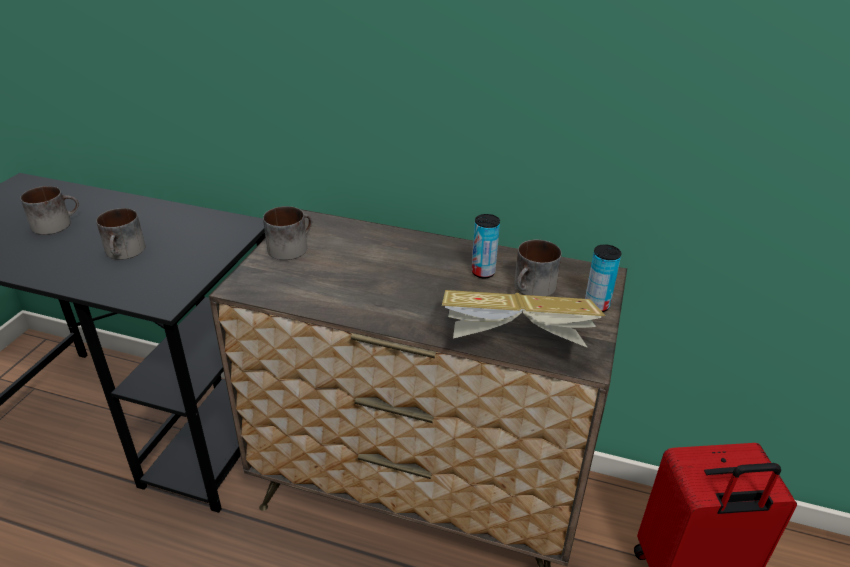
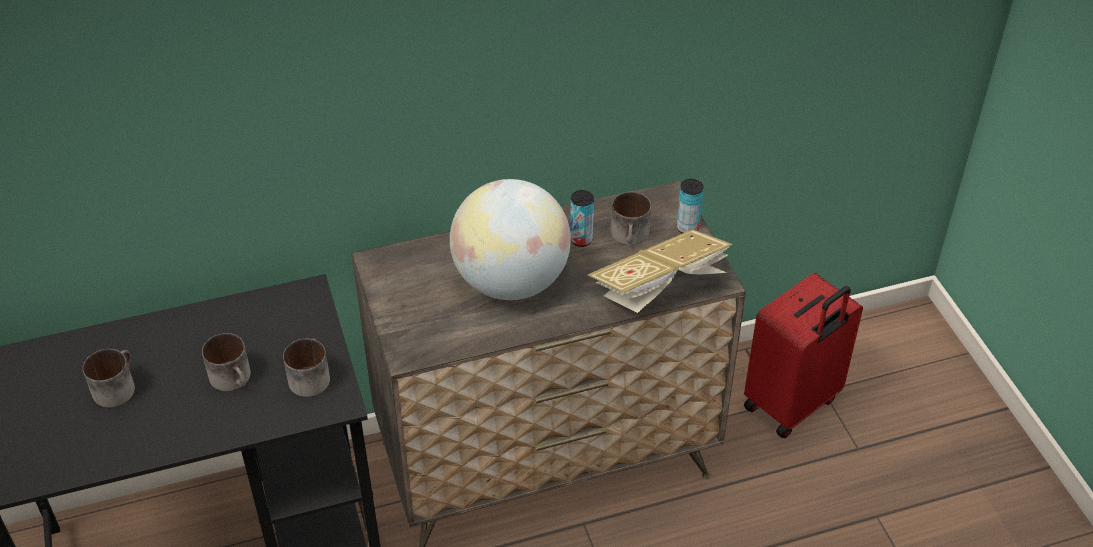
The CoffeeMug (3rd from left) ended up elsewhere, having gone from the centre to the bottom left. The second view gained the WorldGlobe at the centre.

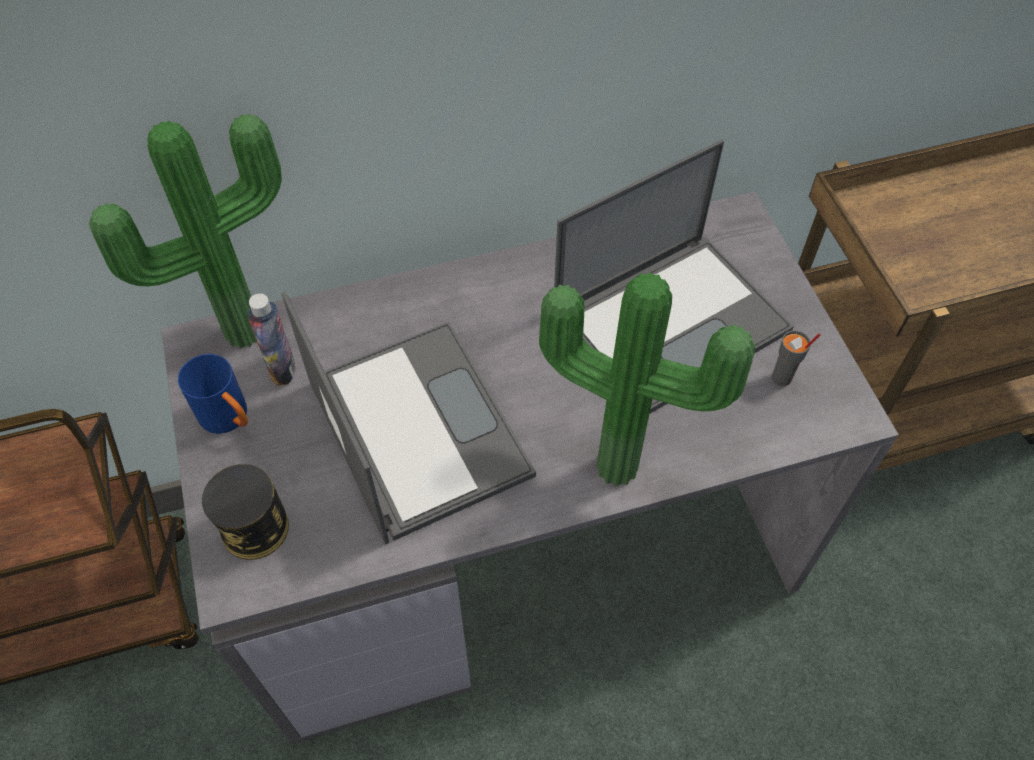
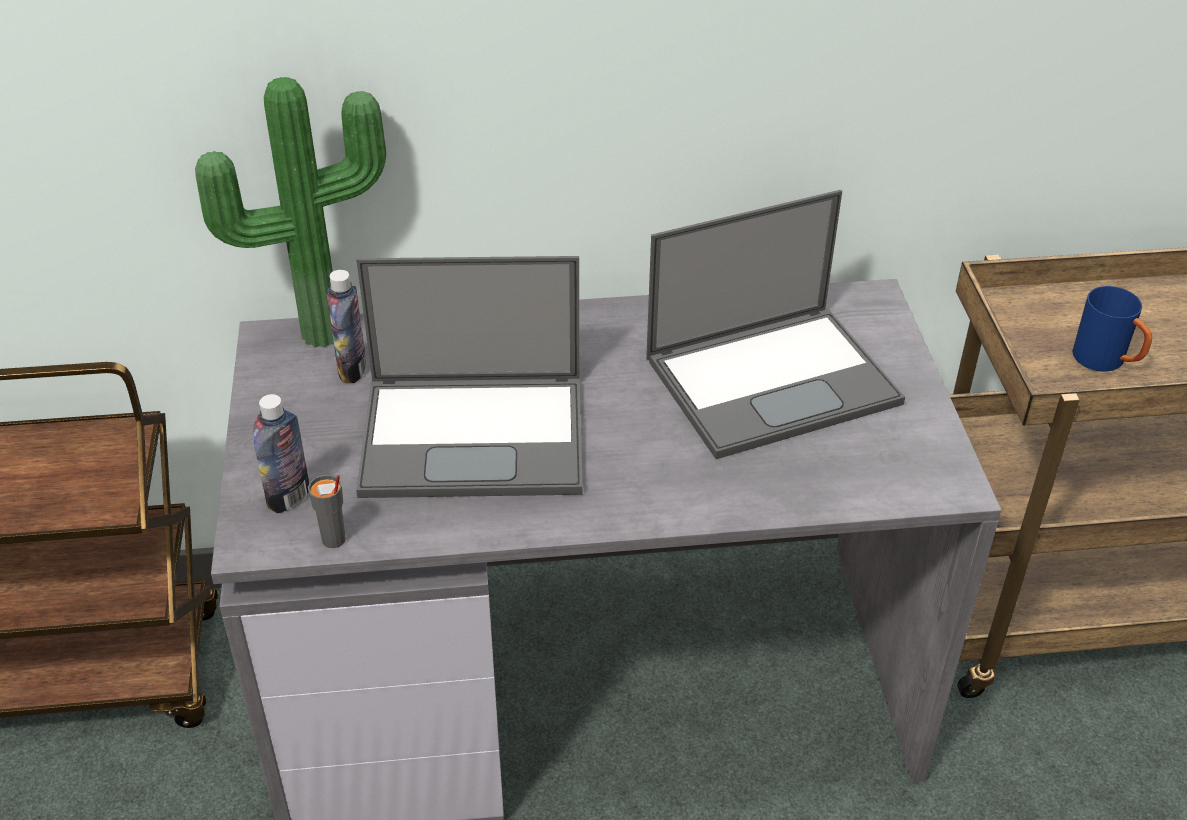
The second view lost the Houseplant (2nd from left) at the centre. The NotebookComputer (1st from left) at the centre ended up facing another way, 105 degrees clockwise from before. The GreyishDrinkingCup ended up elsewhere, having gone from the middle right to the middle left. The BluishCoffeeMug ended up elsewhere, having gone from the middle left to the middle right. Where the Can stood at the bottom left, the DrinkBottle (1st from left) came to stand at the middle left.

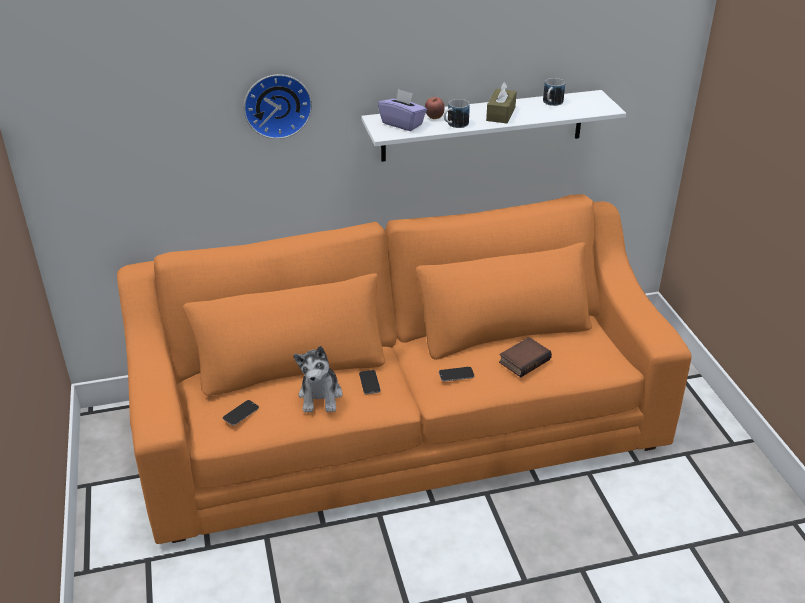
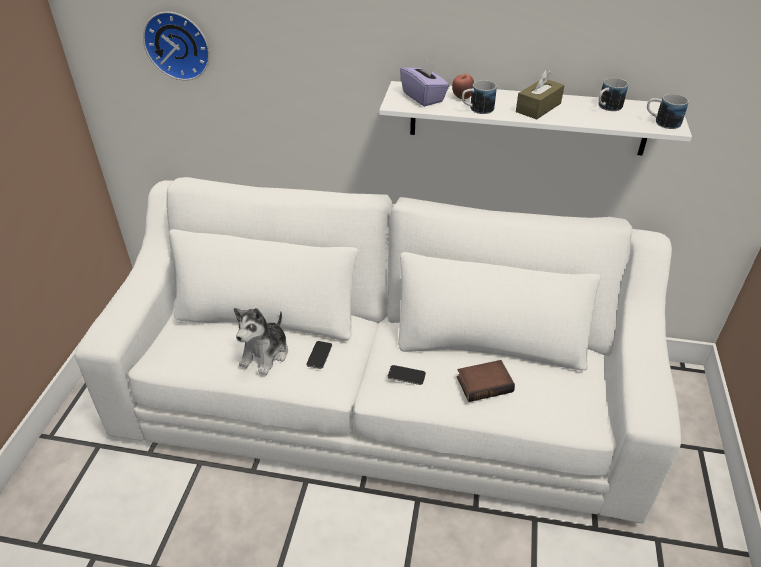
The ClockOnTheWall ended up elsewhere, having gone from the top centre to the top left. What was the OrangeColouredSofa at the centre turned into the WhiteColouredSofa at the centre. The second view lost the Telephone (1st from left) at the bottom left. The second view gained the CoffeeMug (3rd from left) at the top right.

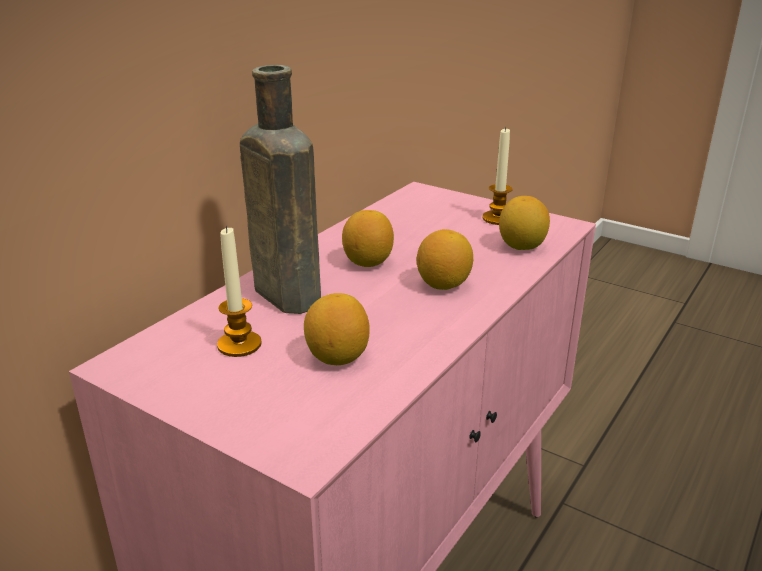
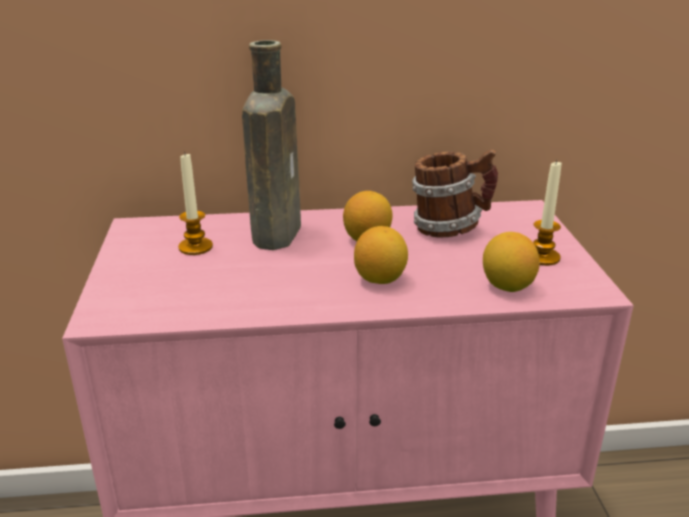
The second view lost the Lemon (1st from left) at the centre. The second view gained the CoffeeMug at the centre.

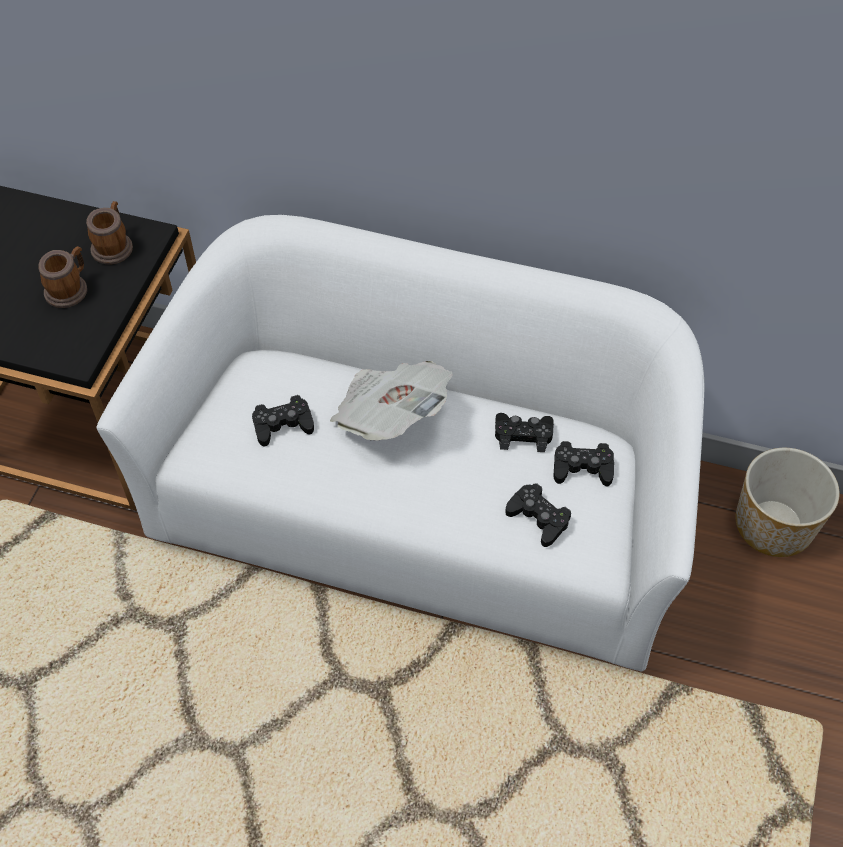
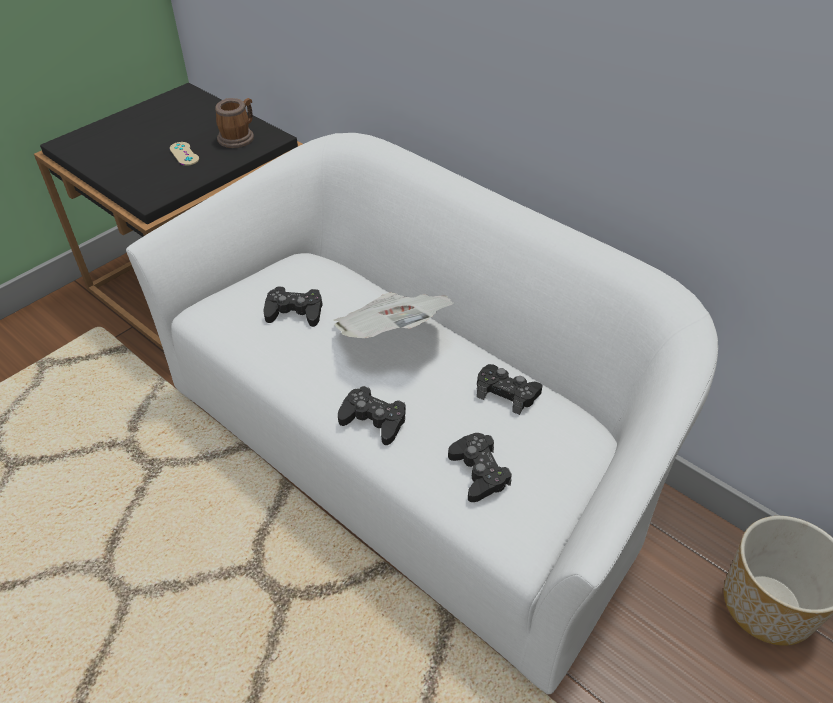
Where the CoffeeMug (1st from left) stood at the top left, the BeigeGamepad came to stand at the top left. The BlackishGamepad (4th from left in the first image) ended up elsewhere, having gone from the middle right to the centre.

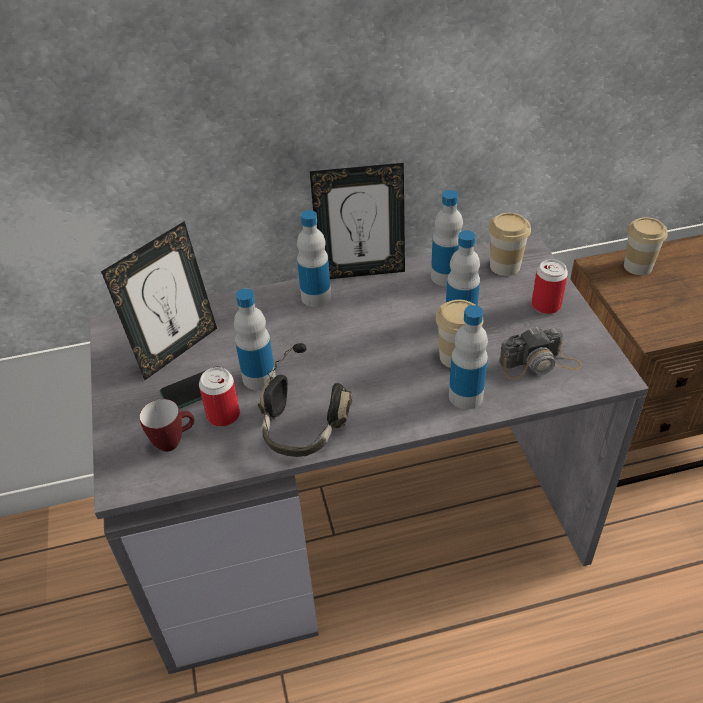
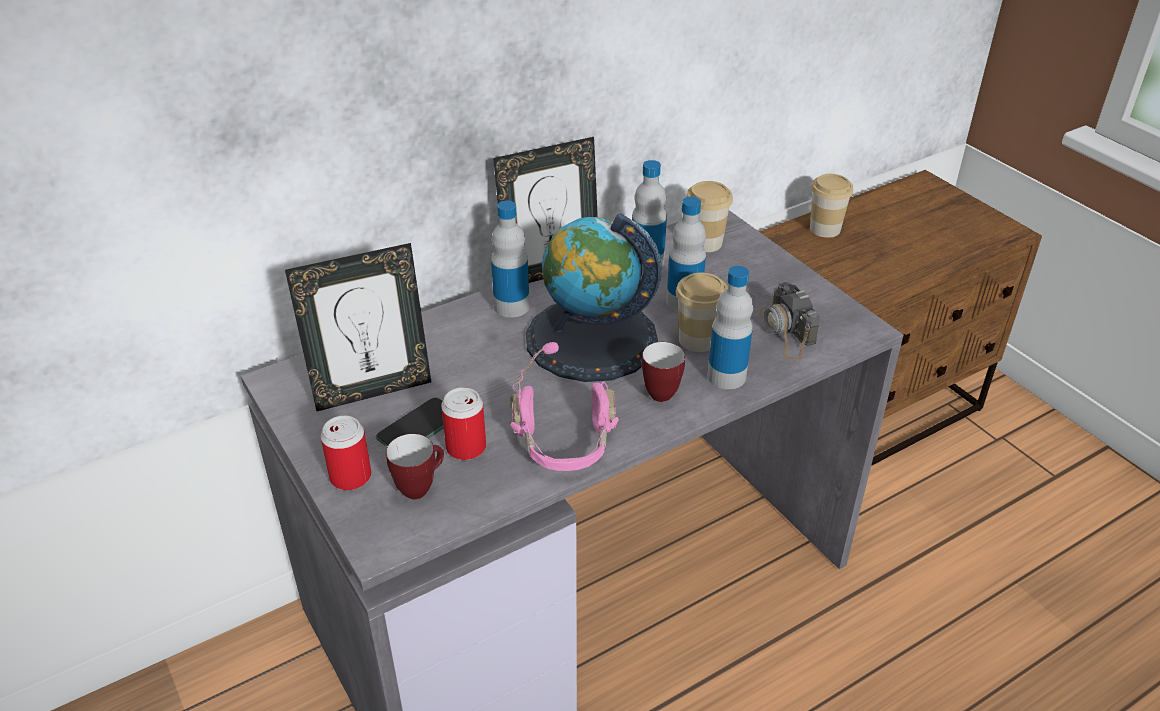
The PhotoFrame (1st from left) at the middle left ended up facing another way, 45 degrees clockwise from before. The Can (2nd from left in the first image) ended up elsewhere, having gone from the middle right to the middle left. The second view lost the DrinkBottle (1st from left) at the centre. The PhotoCamera at the middle right ended up facing another way, 105 degrees clockwise from before. What was the BlackishHeadset at the centre turned into the PinkishHeadset at the centre. The second view gained the WorldGlobe at the centre. The second view gained the CoffeeMug (2nd from left) at the centre.

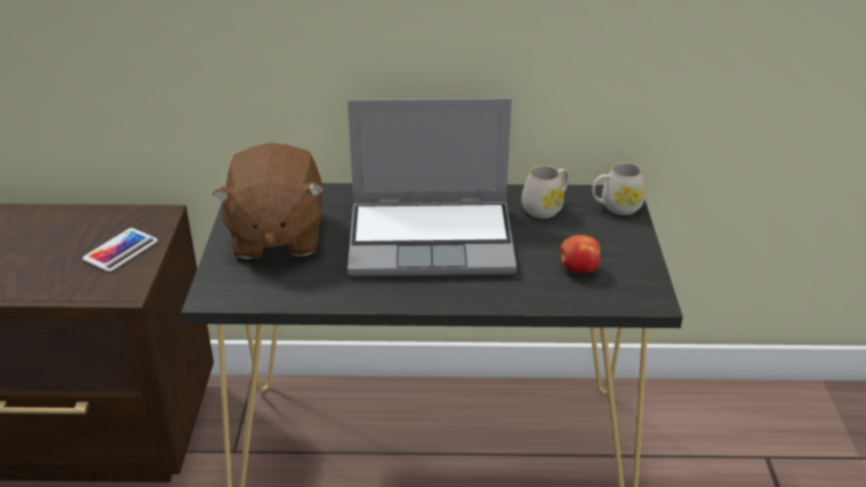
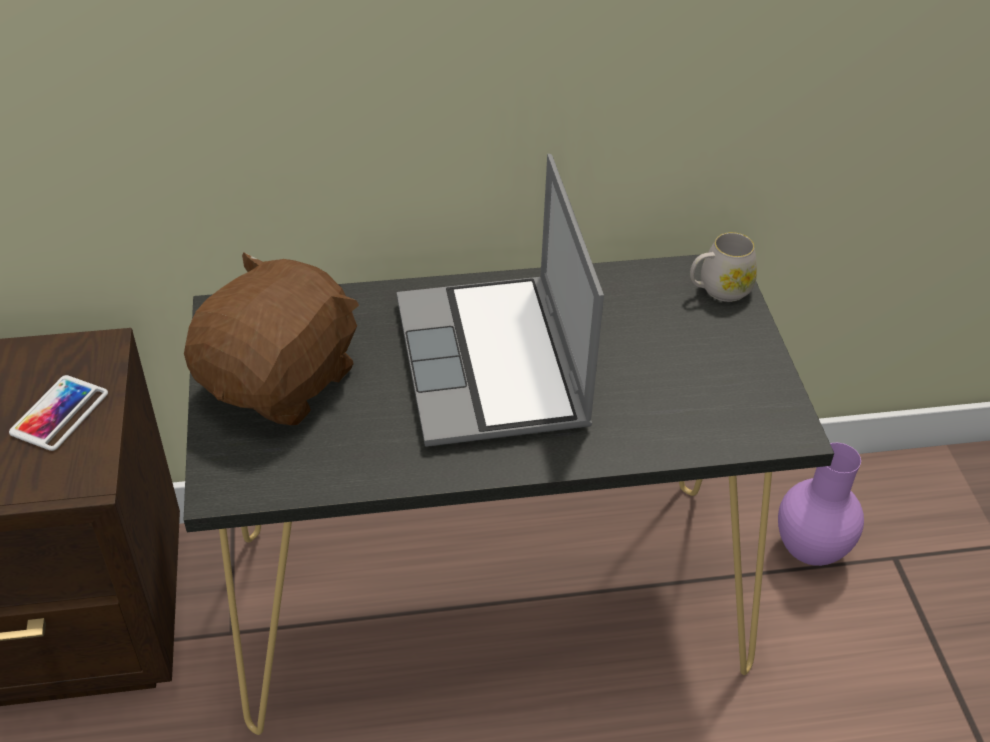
The NotebookComputer at the centre ended up facing another way, 90 degrees clockwise from before. The BrownColouredCuddlyToy at the middle left ended up facing another way, 135 degrees counterclockwise from before. The second view lost the WhiteColouredCoffeeMug (1st from left) at the centre. The second view lost the Apple at the middle right. The second view gained the PurplishVase at the bottom right.

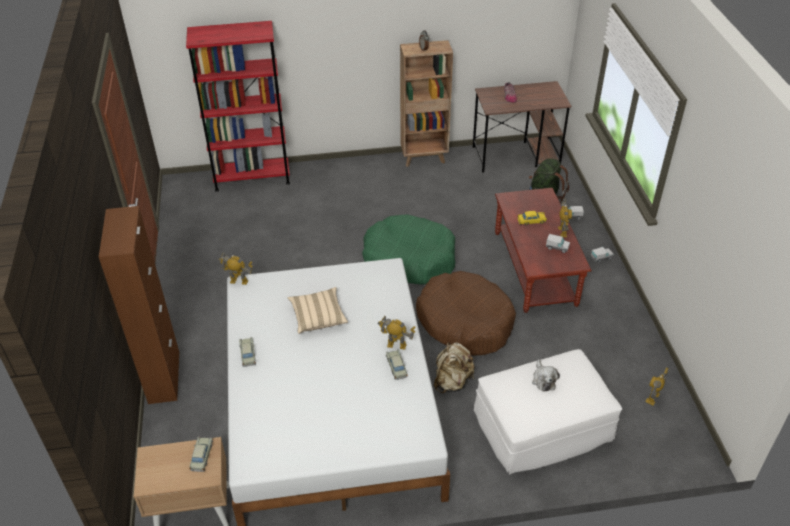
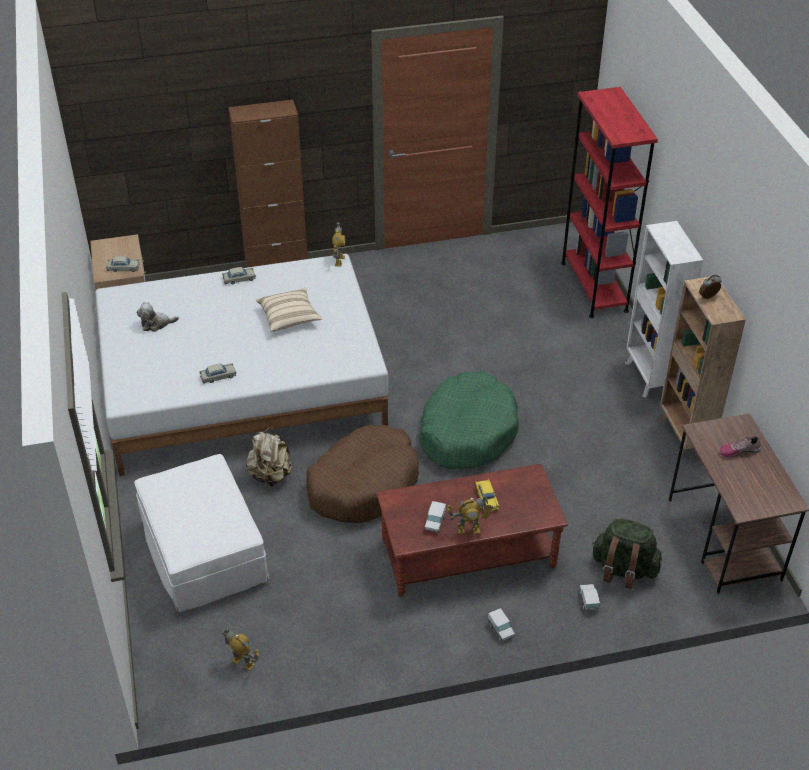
The second view lost the ToyRobot (2nd from left) at the centre. The CuddlyToy ended up elsewhere, having gone from the bottom right to the middle left. The second view gained the WhiteColouredShelvingUnit at the middle right.

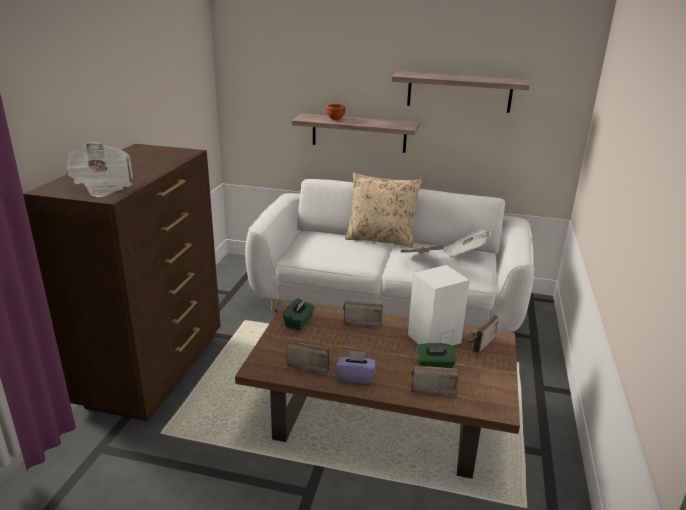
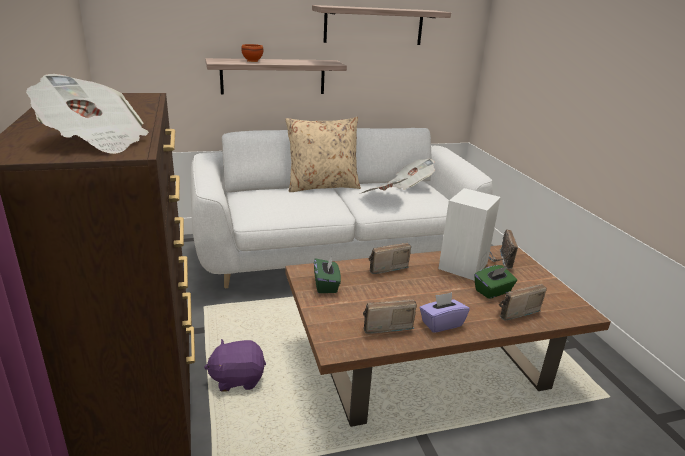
The second view gained the PurplishCuddlyToy at the bottom centre.

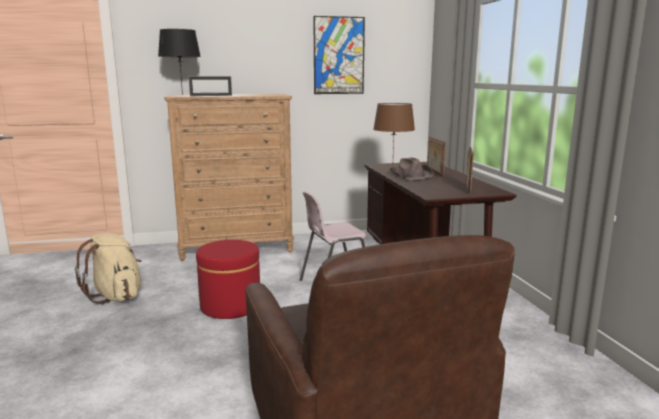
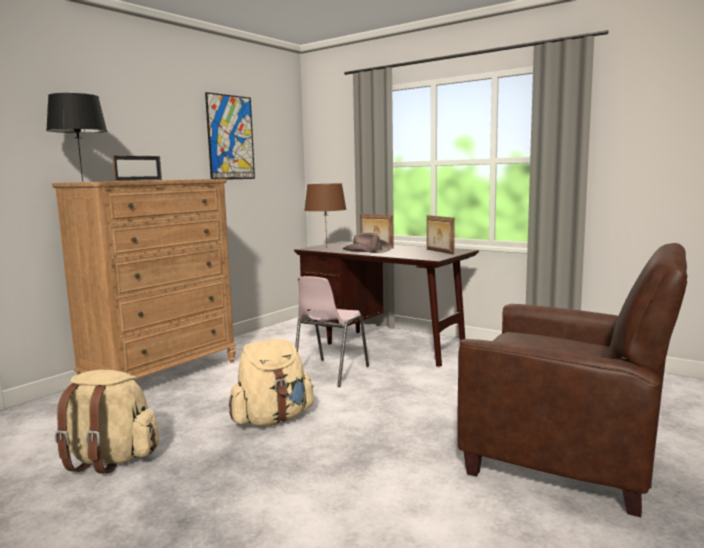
Where the RedColouredPouffe stood at the centre, the BeigeBackpack (2nd from left) came to stand at the bottom centre.

